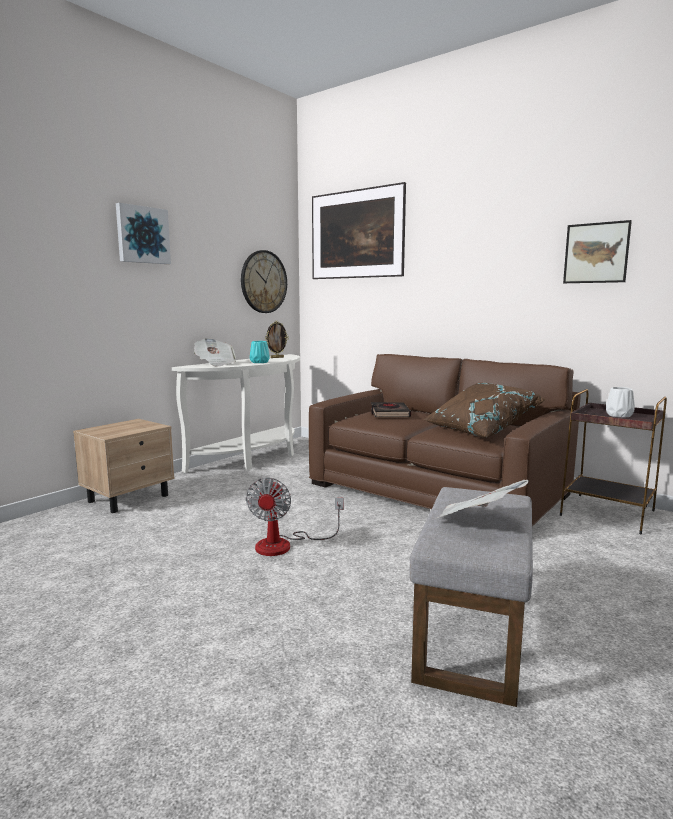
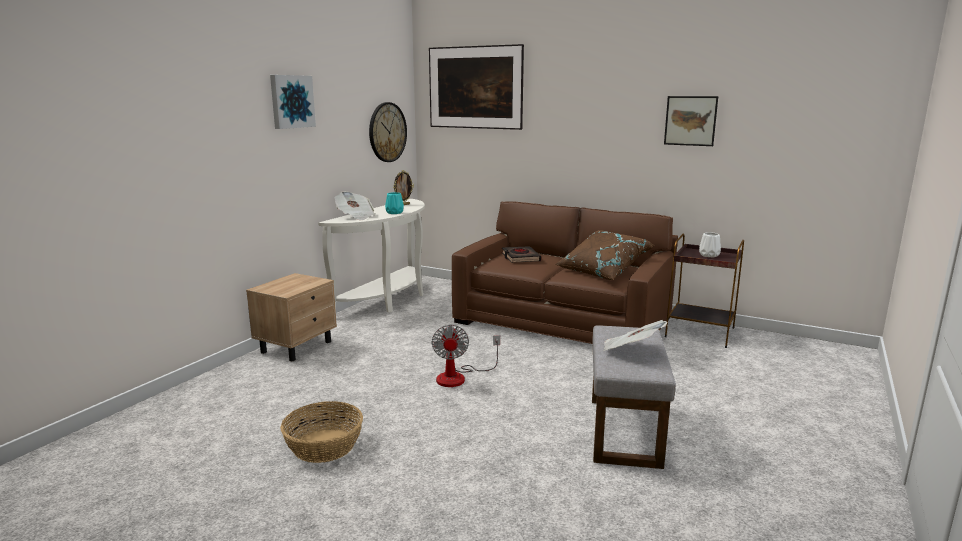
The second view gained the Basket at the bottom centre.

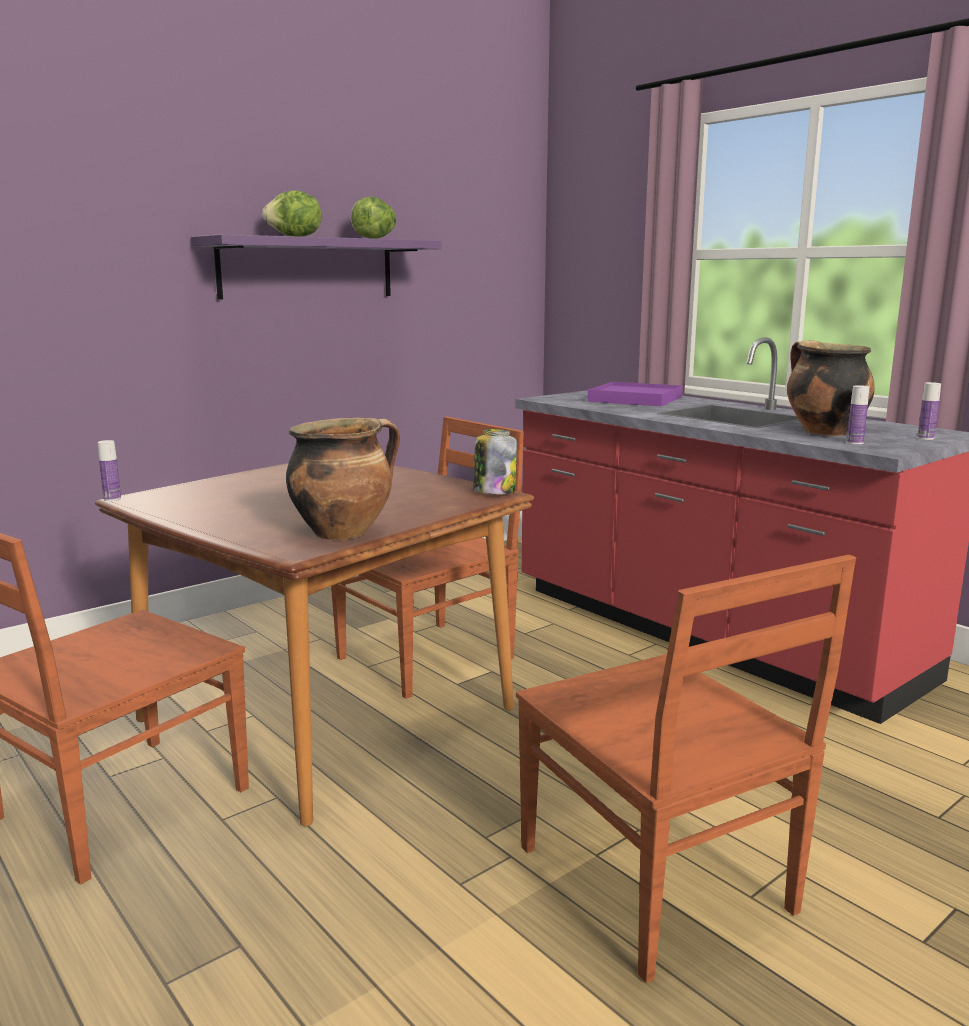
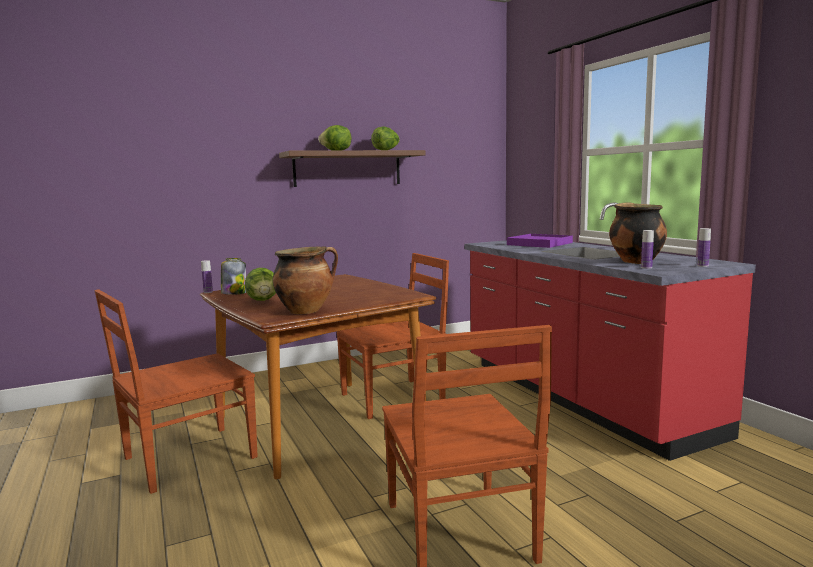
What was the PurplishShelf at the top left turned into the BrownColouredShelf at the top centre. The StorageJar ended up elsewhere, having gone from the centre to the middle left. The second view gained the HeadOfLettuce (1st from left) at the middle left.

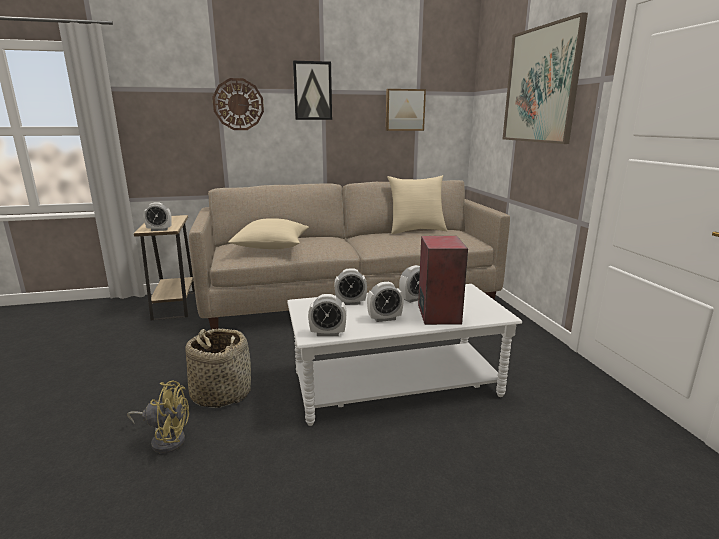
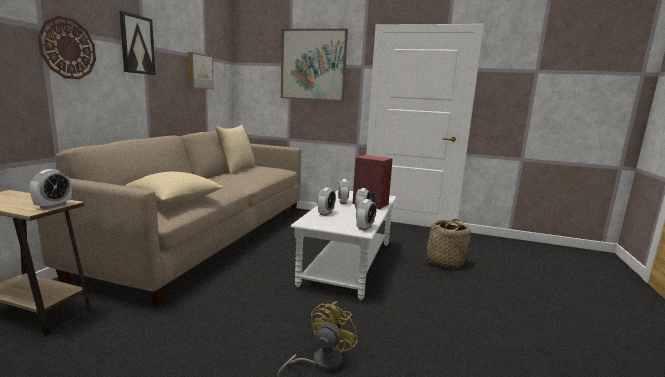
The Basket ended up elsewhere, having gone from the bottom left to the middle right.

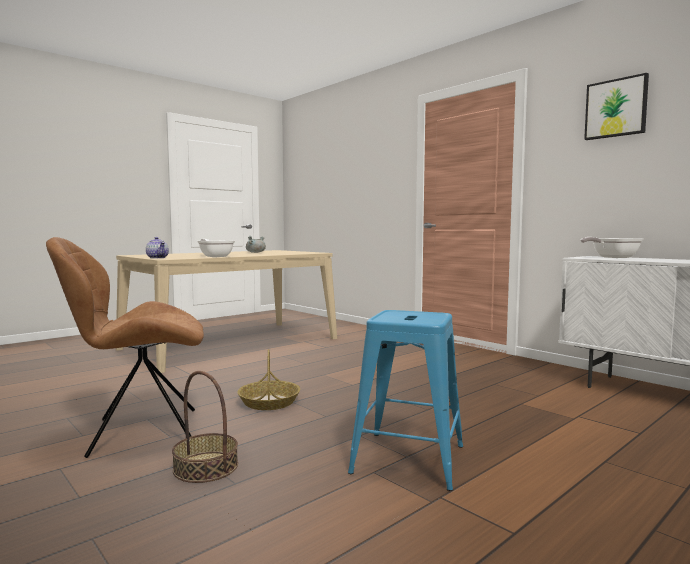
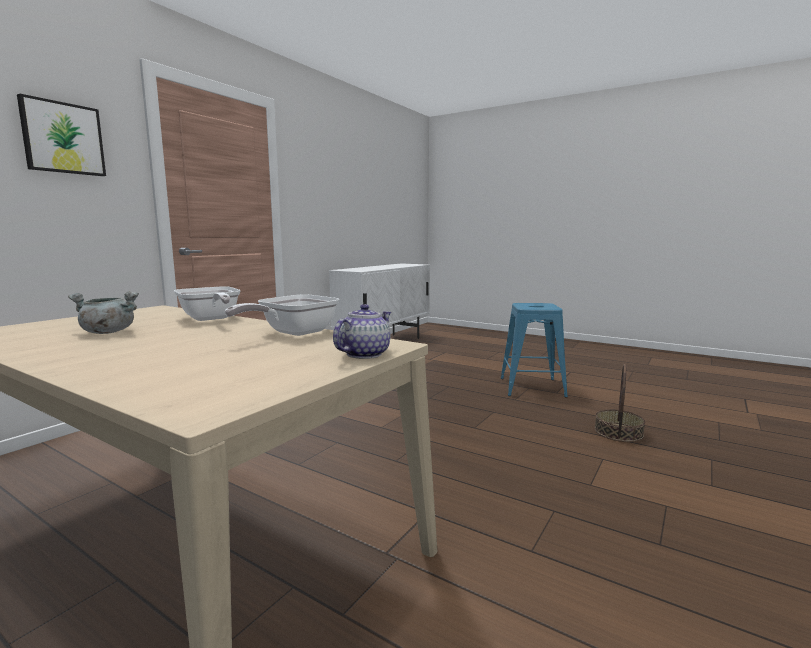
The WallArt ended up elsewhere, having gone from the top right to the top left. The second view lost the BrownColouredUprightChair at the middle left. The Pan (2nd from left in the first image) ended up elsewhere, having gone from the middle right to the middle left. The second view lost the Basket (2nd from left) at the bottom centre.

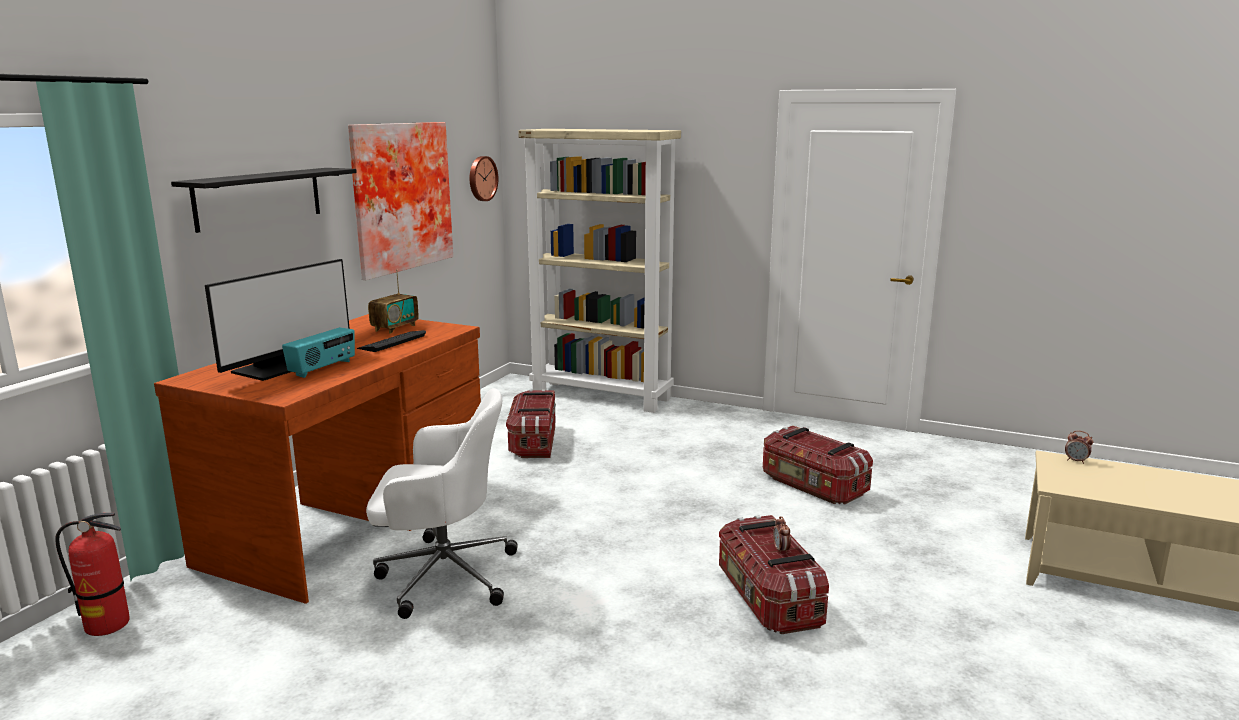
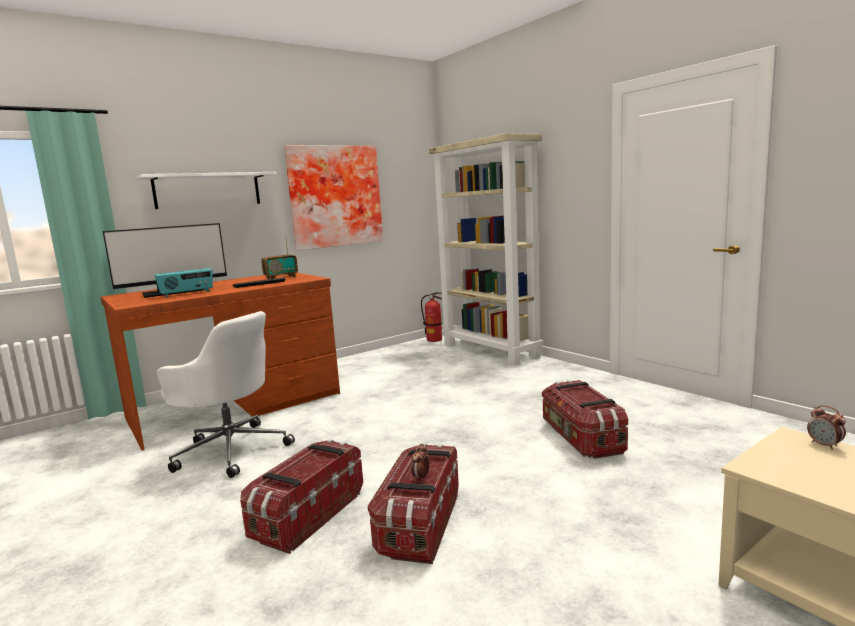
The second view lost the ClockOnTheWall at the top centre. What was the BlackishShelf at the top left turned into the WhiteColouredShelf at the top left. The StorageBox (1st from left) ended up elsewhere, having gone from the centre to the bottom centre. The FireExtinguisher ended up elsewhere, having gone from the bottom left to the centre.

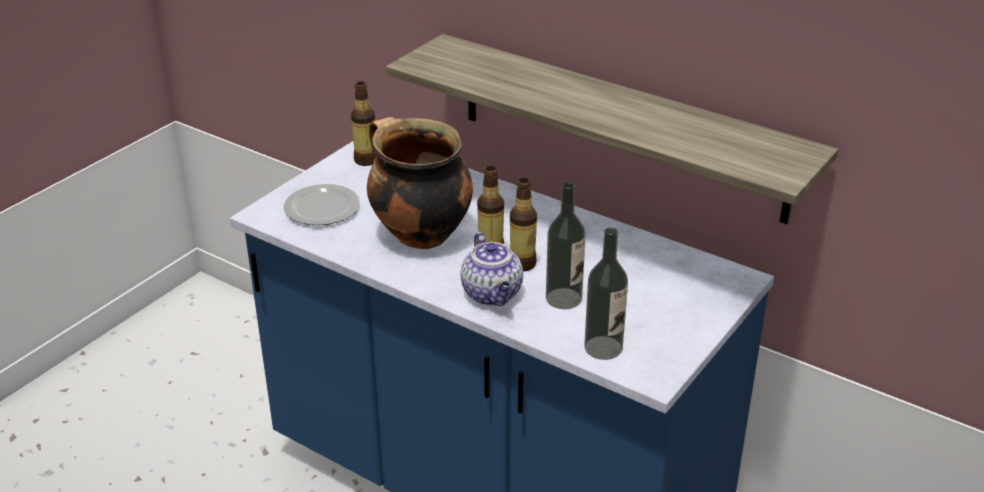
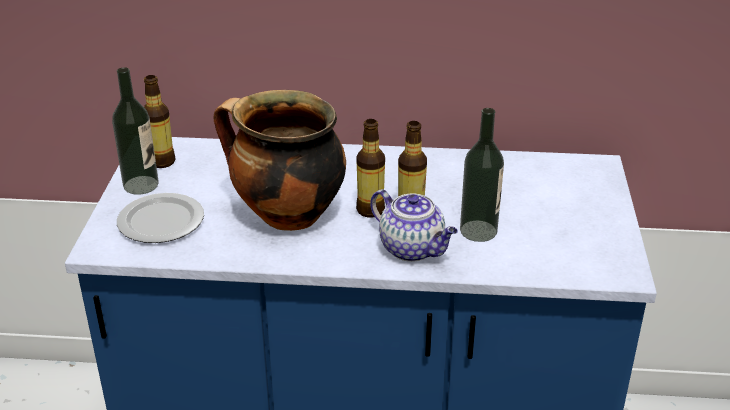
The second view lost the Shelf at the top centre. The DrinkBottle (5th from left in the first image) ended up elsewhere, having gone from the centre to the top left.

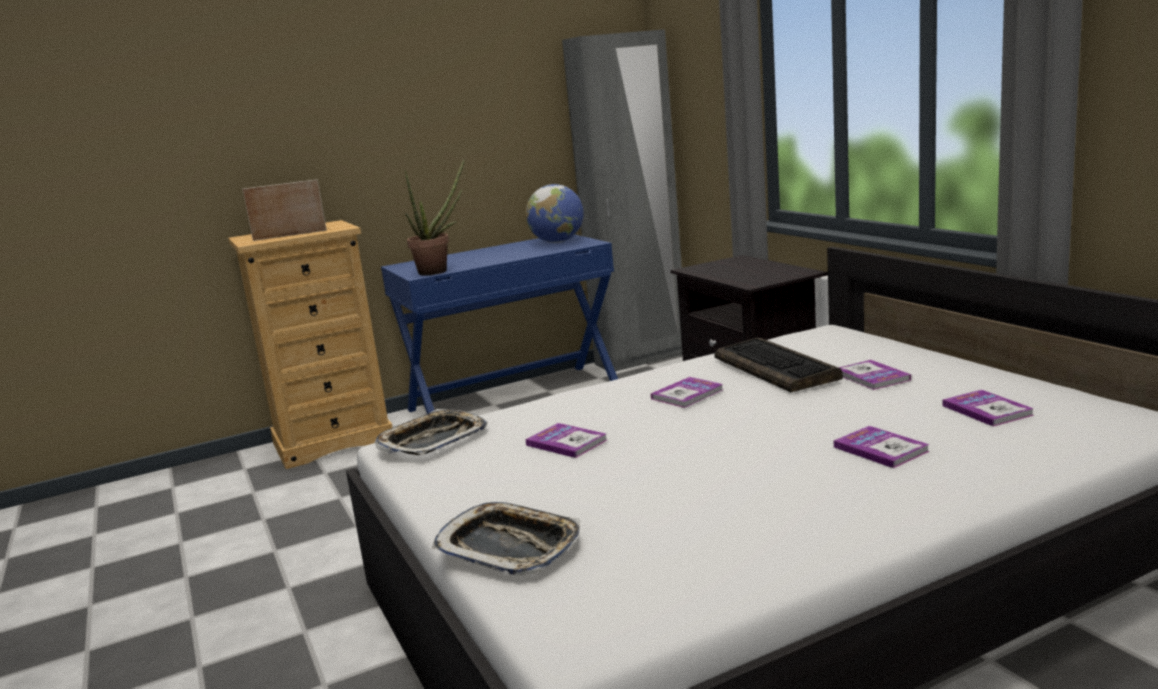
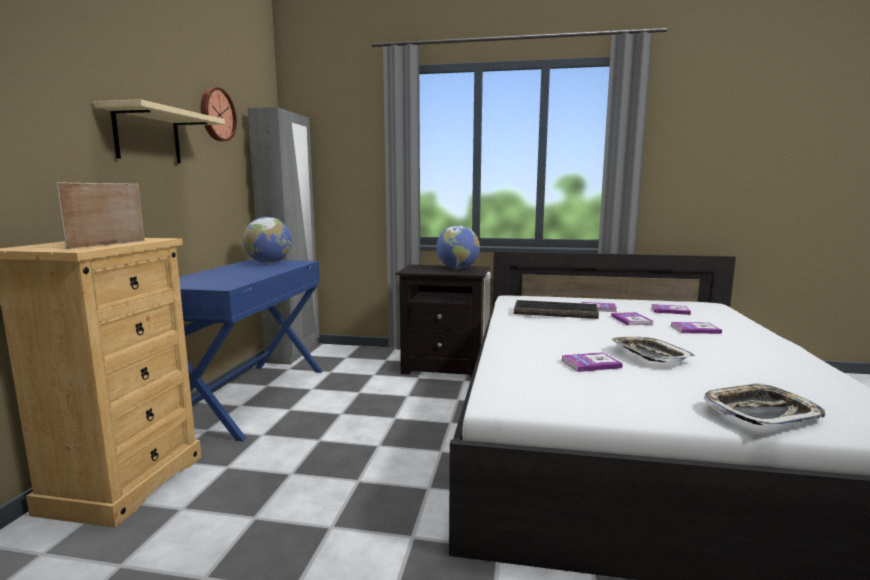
The second view lost the Houseplant at the top centre. The Volume (2nd from left in the first image) ended up elsewhere, having gone from the centre to the middle right. The Tray (1st from left) ended up elsewhere, having gone from the centre to the middle right. The second view gained the ClockOnTheWall at the top left. The second view gained the BeigeShelf at the top left. The second view gained the WorldGlobe (2nd from left) at the centre.

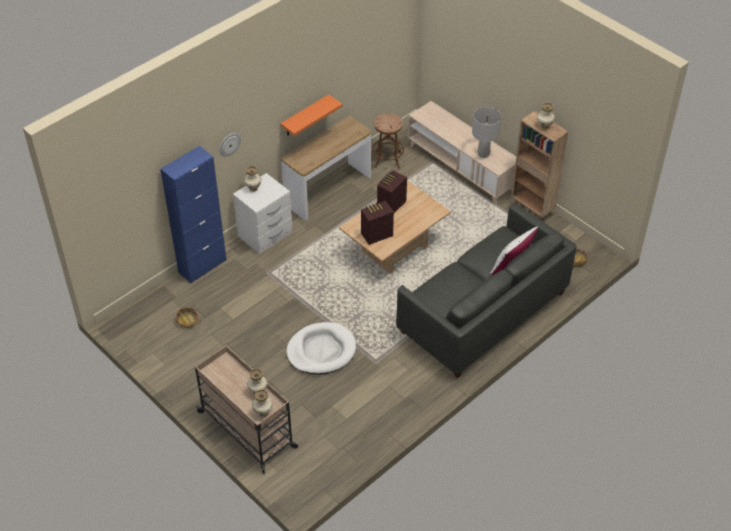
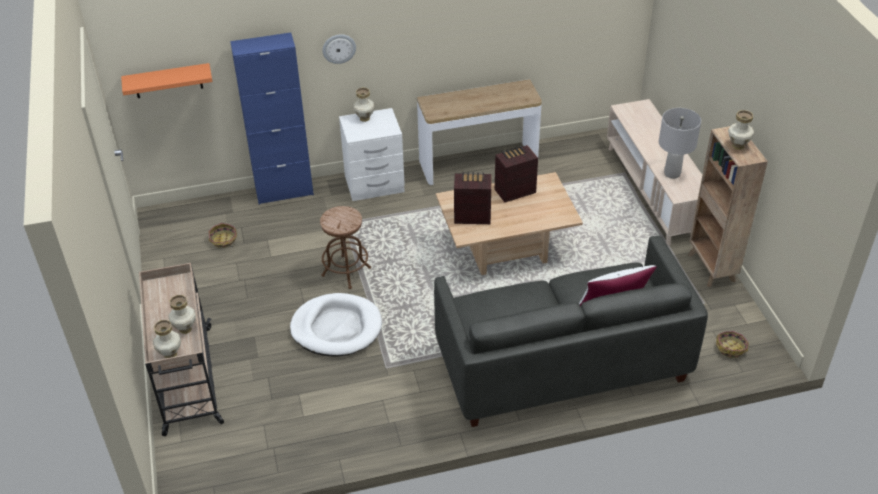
The OrangeColouredShelf ended up elsewhere, having gone from the top centre to the top left. The BrownColouredSittingStool ended up elsewhere, having gone from the top centre to the centre.

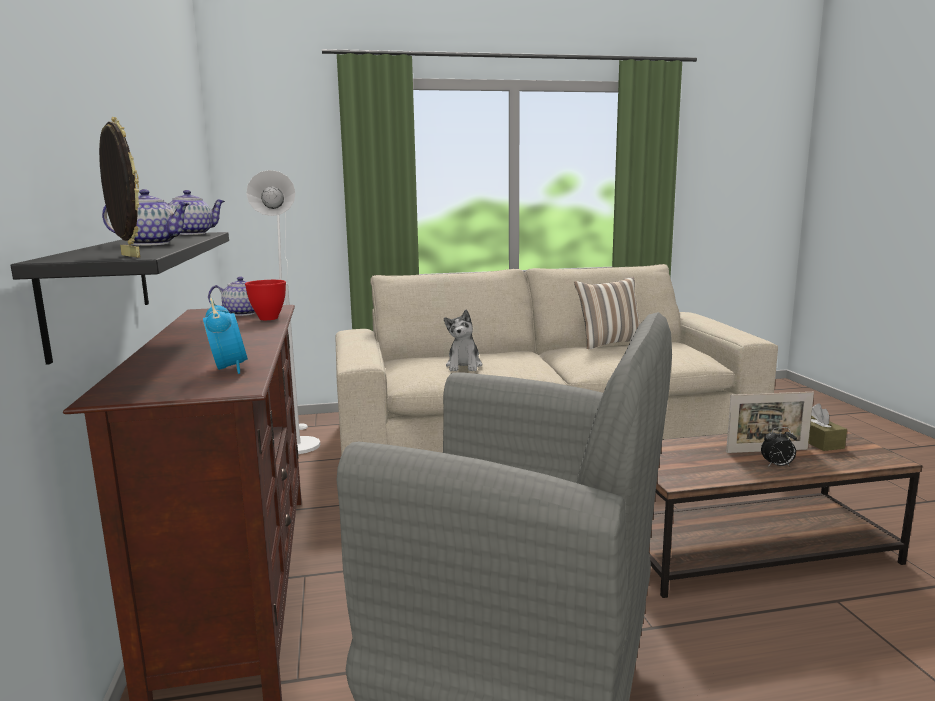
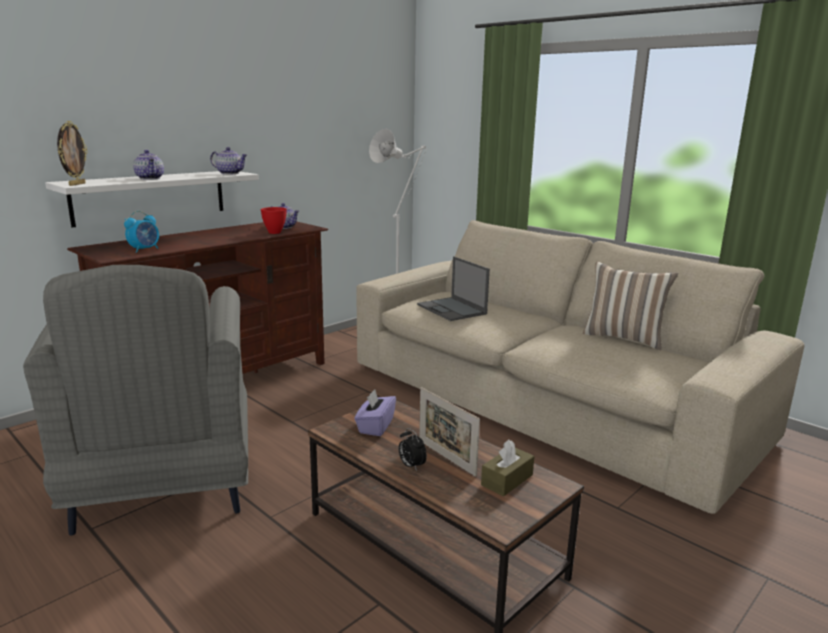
What was the BlackishShelf at the middle left turned into the WhiteColouredShelf at the top left. Where the CuddlyToy stood at the centre, the NotebookComputer came to stand at the centre. The second view gained the PurplishBoxOfTissues at the centre.

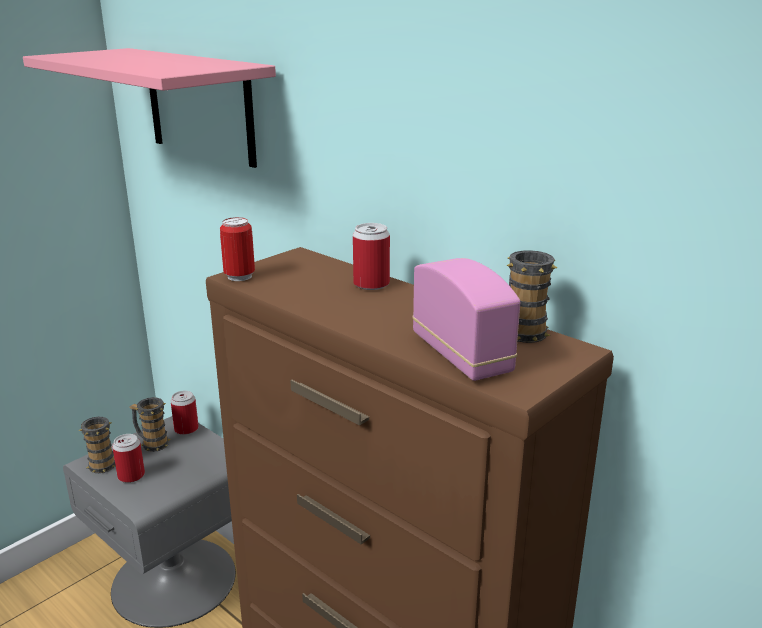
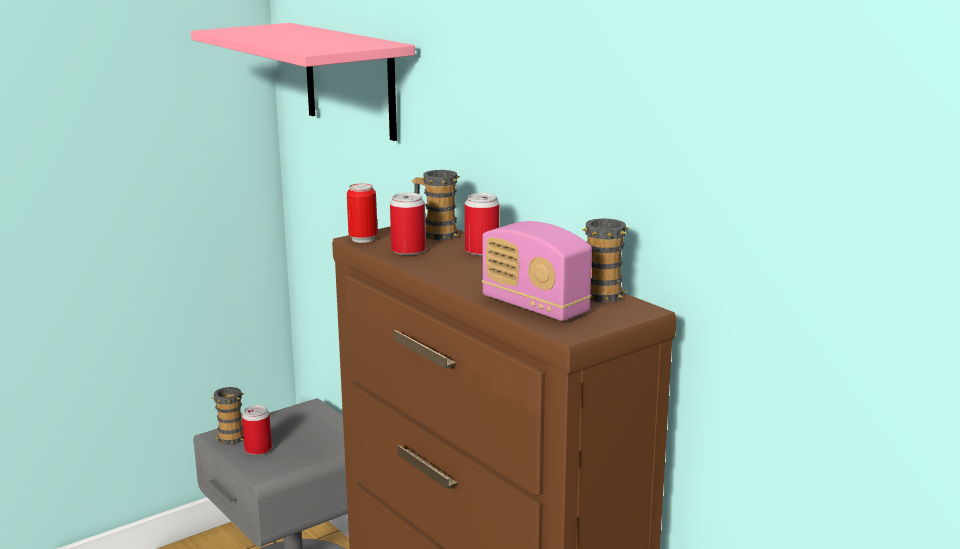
The RadioSet at the centre ended up facing another way, 150 degrees clockwise from before. The Can (2nd from left in the first image) ended up elsewhere, having gone from the middle left to the centre. The CoffeeMug (2nd from left) ended up elsewhere, having gone from the bottom left to the centre.

